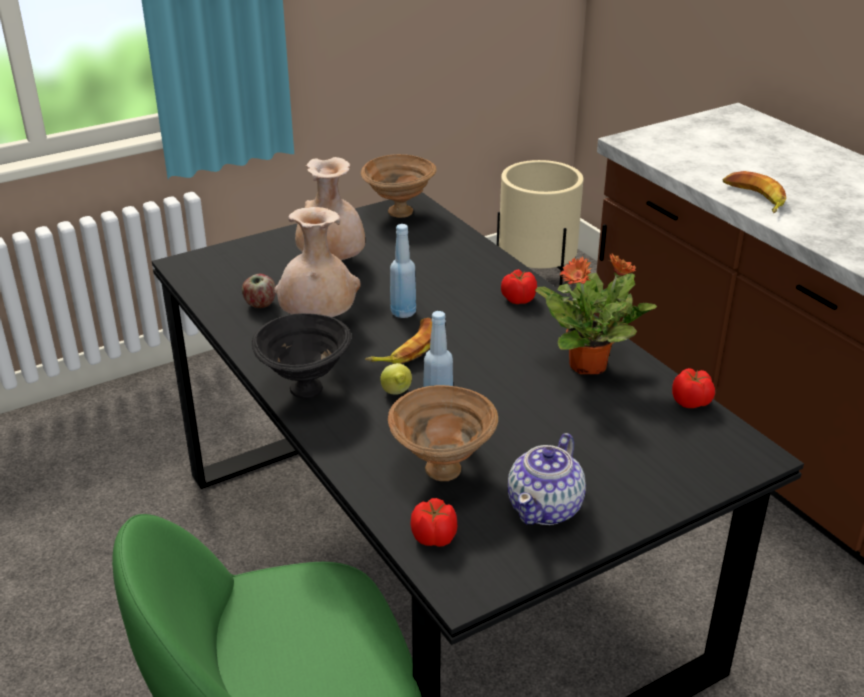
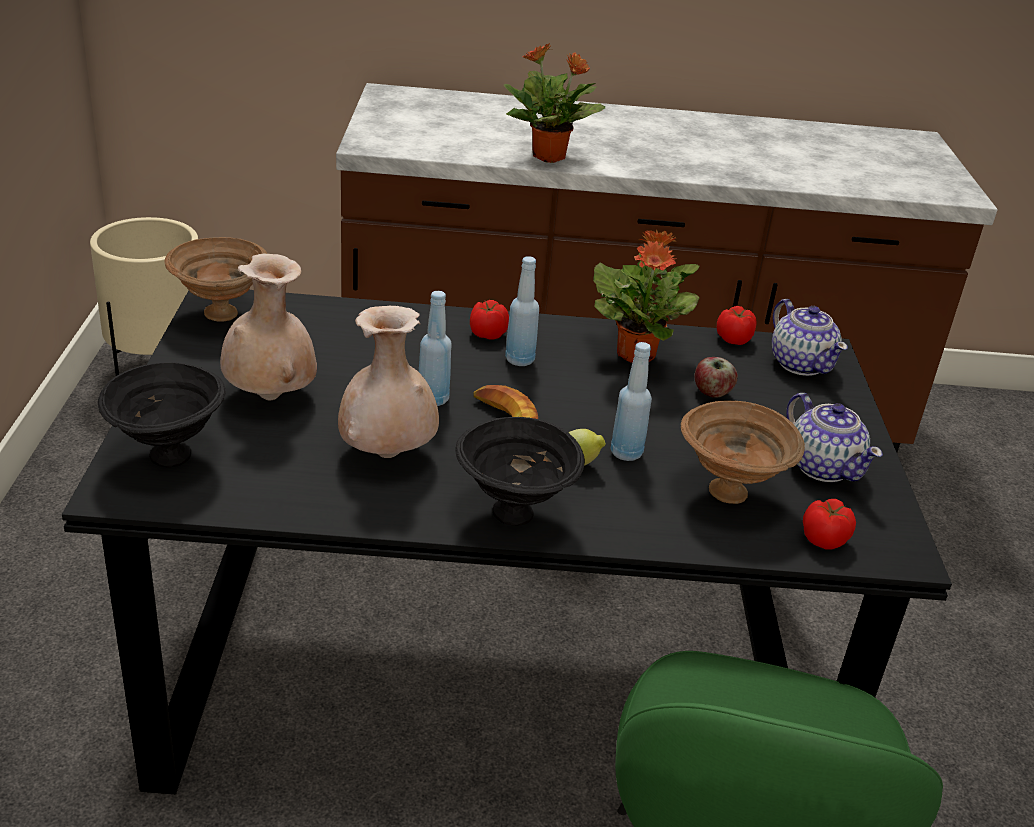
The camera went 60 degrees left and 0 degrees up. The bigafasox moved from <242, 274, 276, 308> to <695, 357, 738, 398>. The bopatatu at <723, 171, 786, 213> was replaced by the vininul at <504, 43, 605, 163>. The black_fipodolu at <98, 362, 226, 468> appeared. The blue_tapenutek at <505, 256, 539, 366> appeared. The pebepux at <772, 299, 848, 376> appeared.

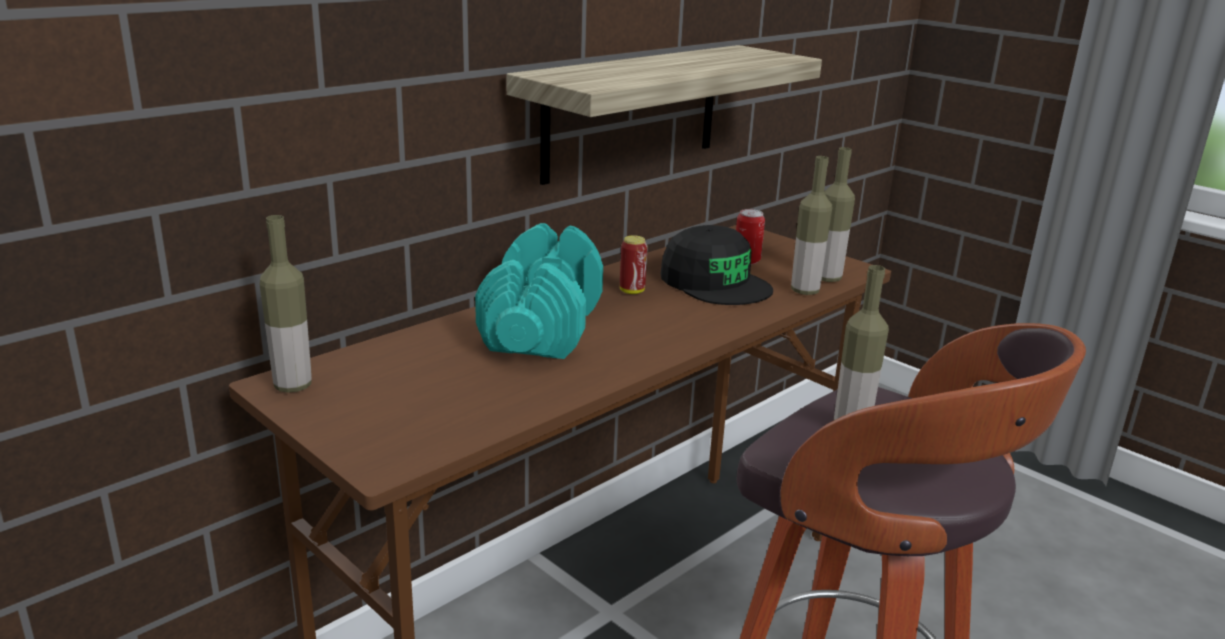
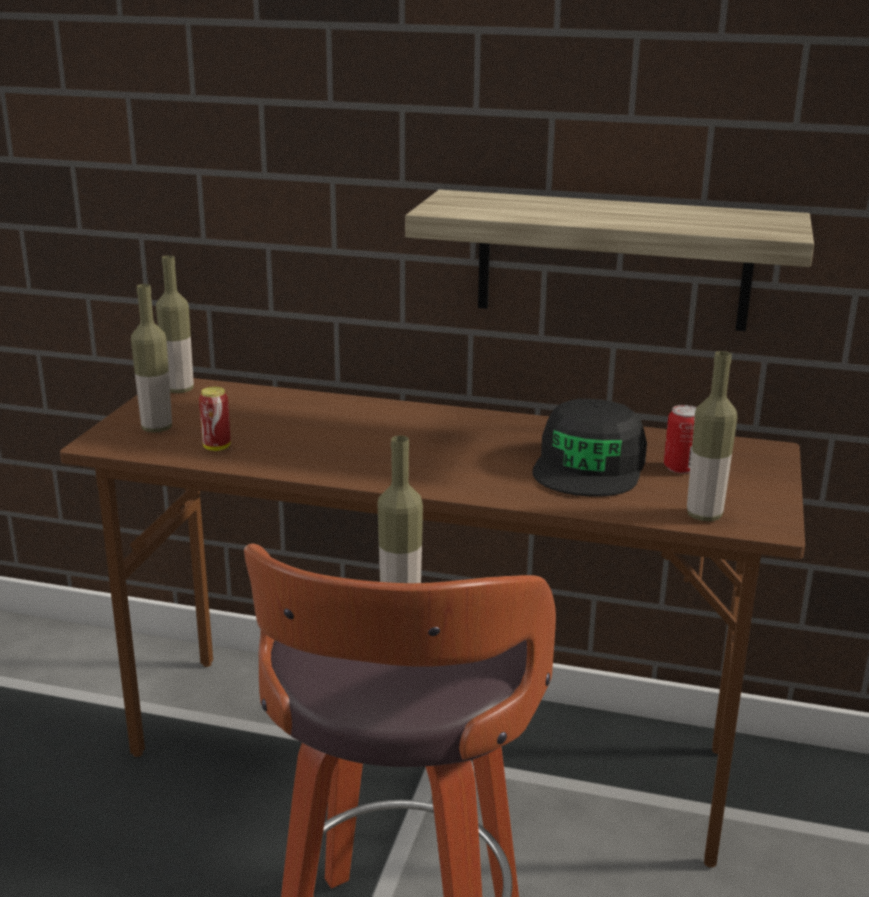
The camera went 60 degrees right and 0 degrees up. The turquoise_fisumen at <475, 223, 603, 359> disappeared. The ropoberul moved from <620, 235, 648, 294> to <199, 387, 231, 451>. The tapenutek moved from <791, 156, 832, 295> to <131, 284, 172, 433>.

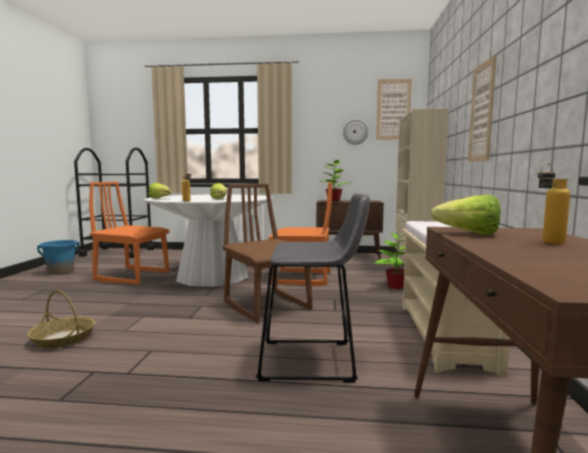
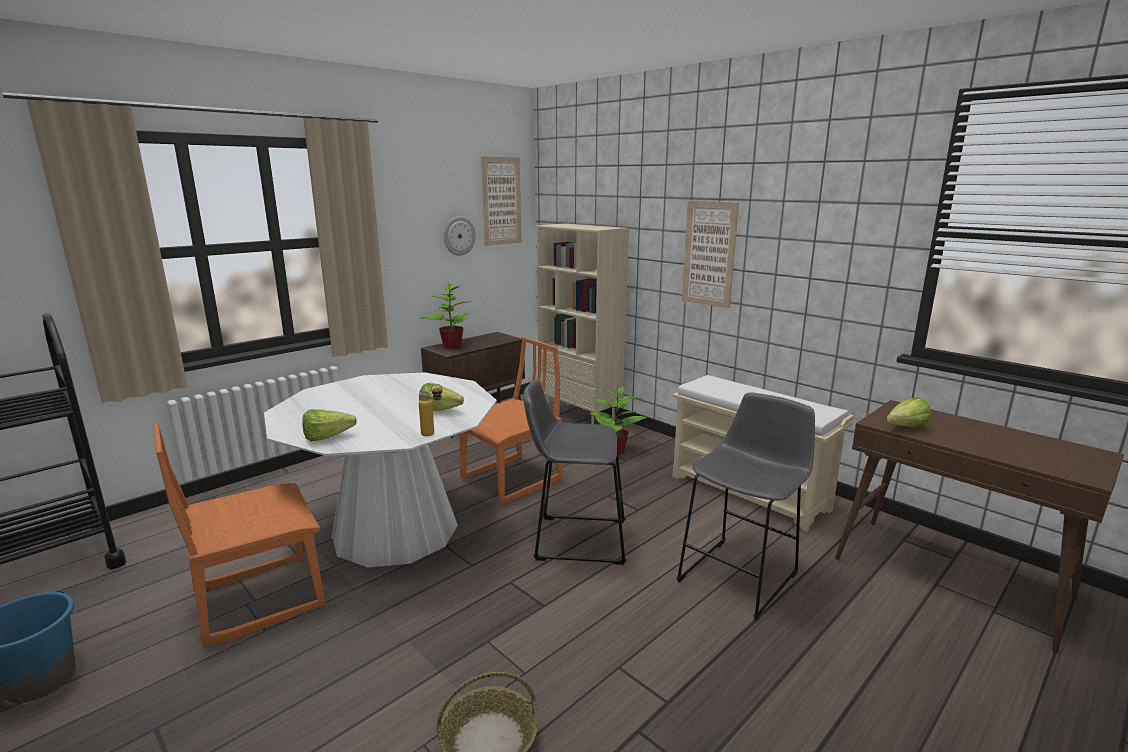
The camera went 50 degrees left and 10 degrees up. The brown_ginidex at <223, 184, 312, 323> was replaced by the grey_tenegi at <523, 379, 627, 565>. The tapenutek at <538, 163, 570, 244> disappeared.

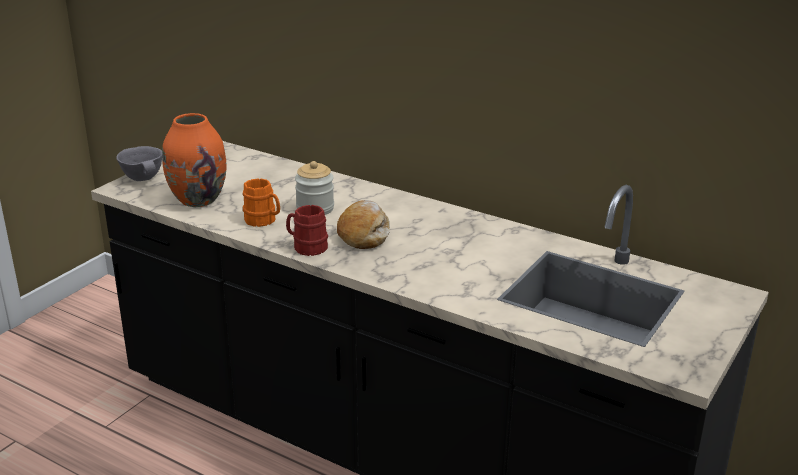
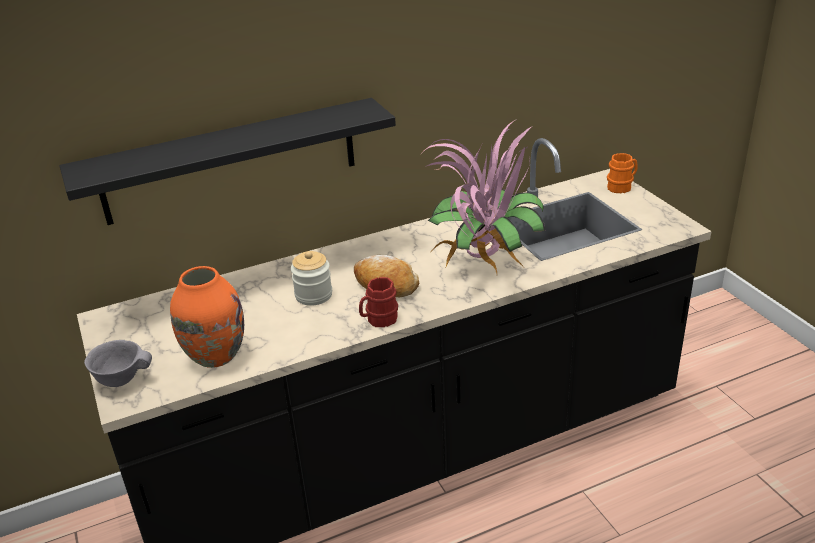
The camera went 55 degrees left and 5 degrees up. The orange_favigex moved from <243, 178, 280, 227> to <607, 153, 638, 193>. The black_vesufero at <59, 98, 396, 225> appeared. The vininul at <424, 120, 546, 274> appeared.

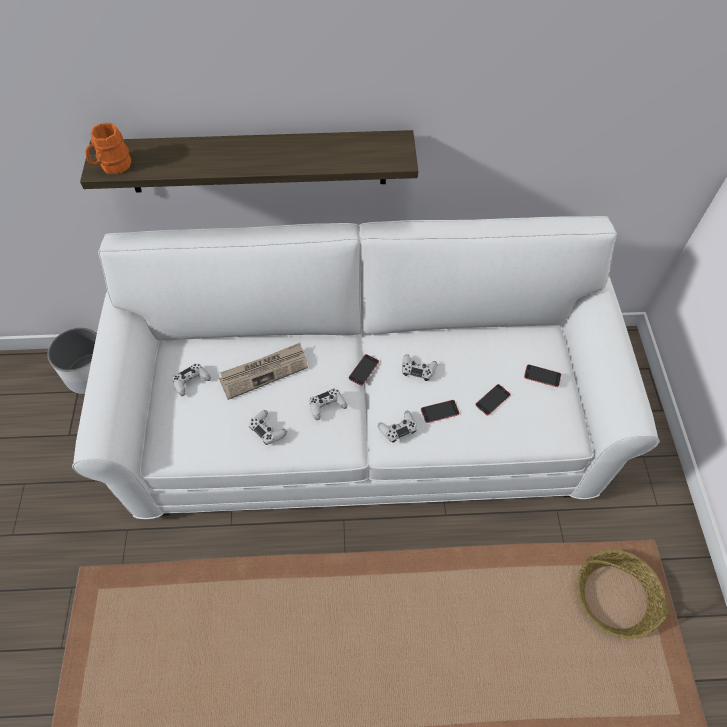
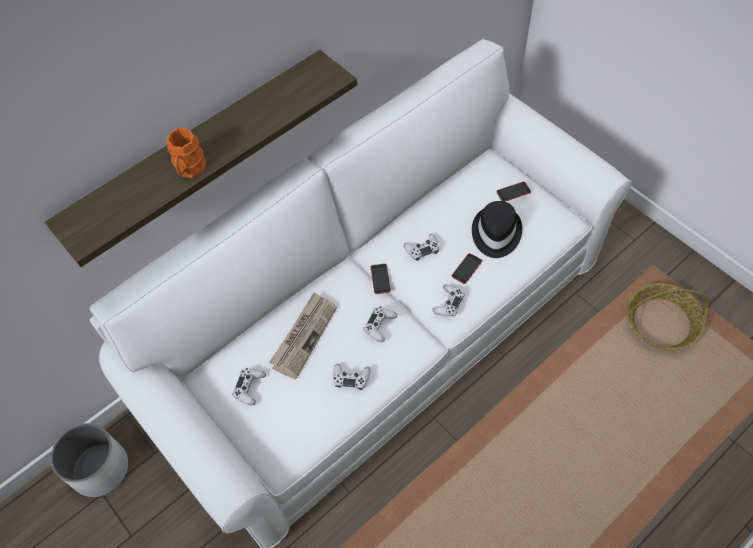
The camera went 35 degrees left and 0 degrees up. The orange_favigex moved from <85, 123, 131, 174> to <167, 128, 206, 178>. The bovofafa at <475, 384, 511, 415> was replaced by the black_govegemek at <472, 201, 522, 258>.

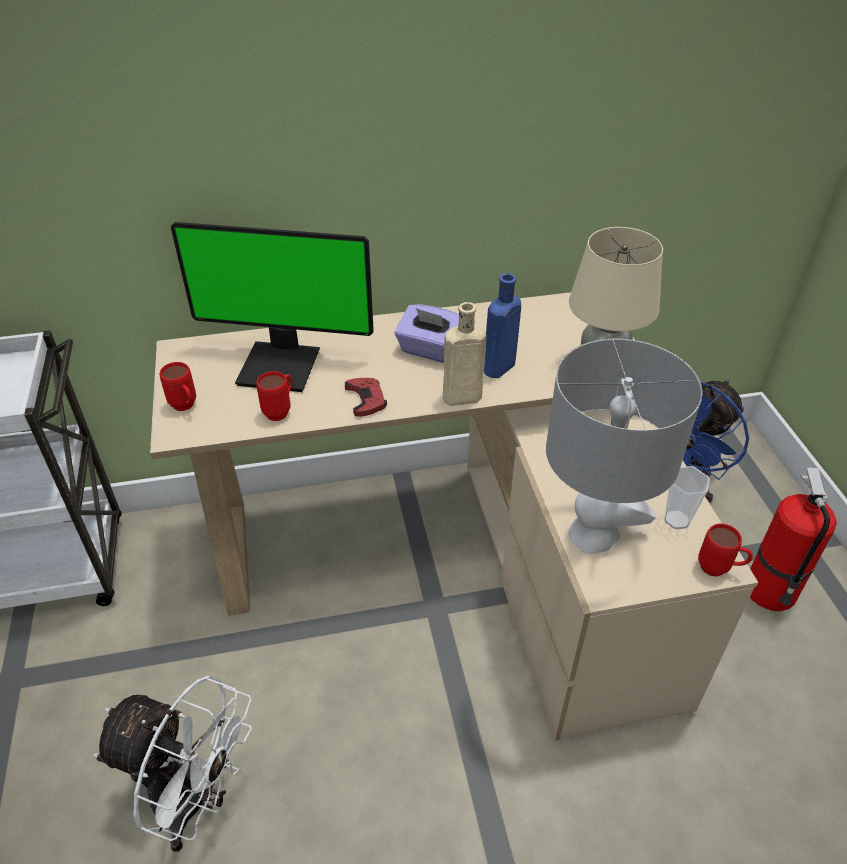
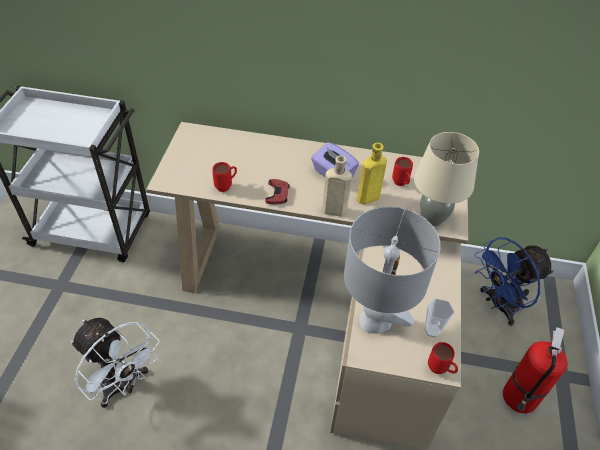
The camera went 20 degrees right and 5 degrees up. The red_favigex moved from <160, 362, 196, 411> to <392, 157, 413, 186>. The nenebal at <171, 222, 374, 392> disappeared. The blue_tapenutek at <484, 273, 521, 378> became the yellow_tapenutek at <357, 143, 387, 205>.

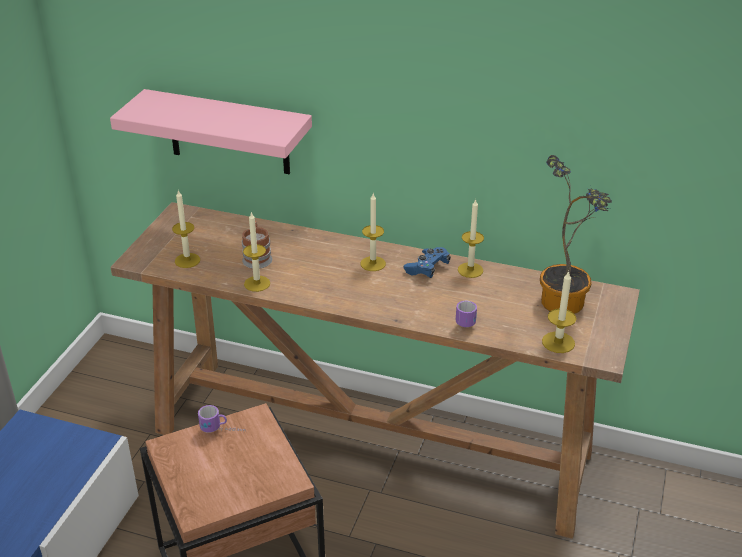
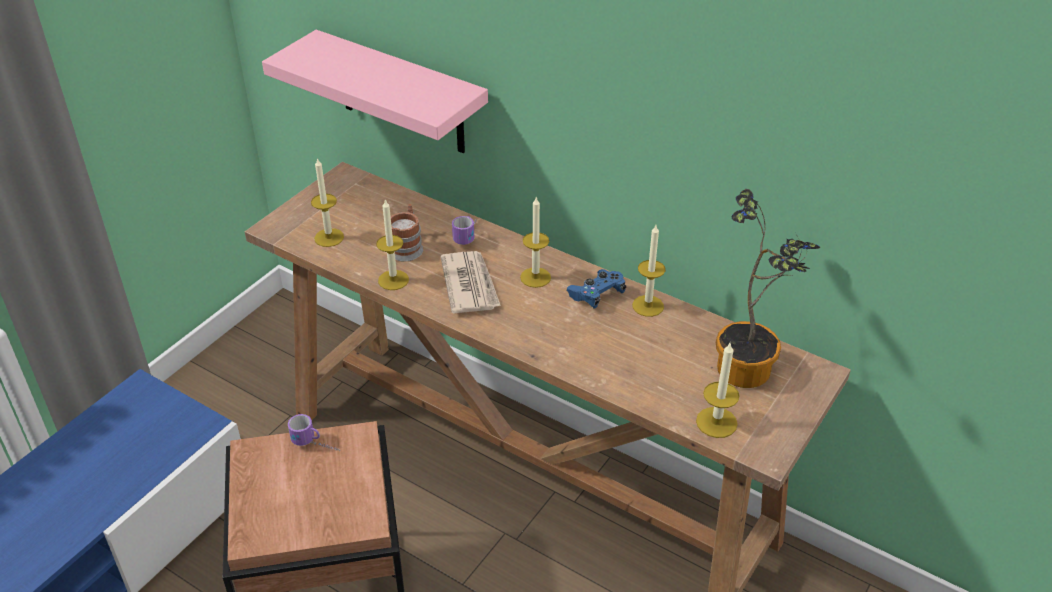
The camera went 15 degrees right and 5 degrees up. The favigex moved from <456, 300, 477, 327> to <452, 216, 476, 245>. The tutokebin at <441, 251, 501, 314> appeared.

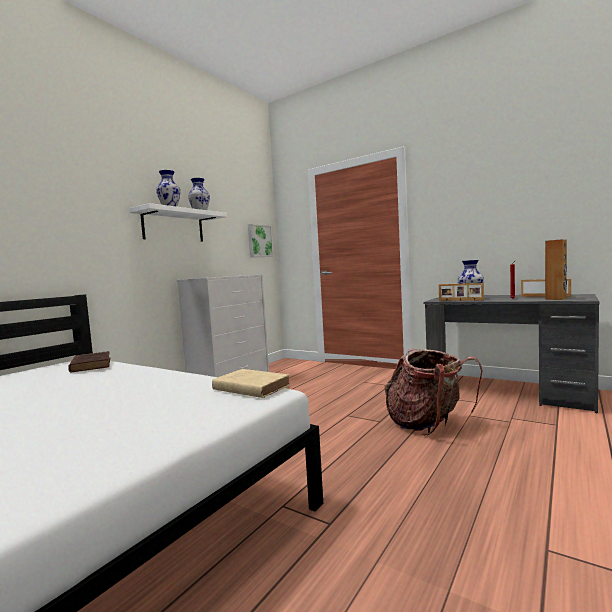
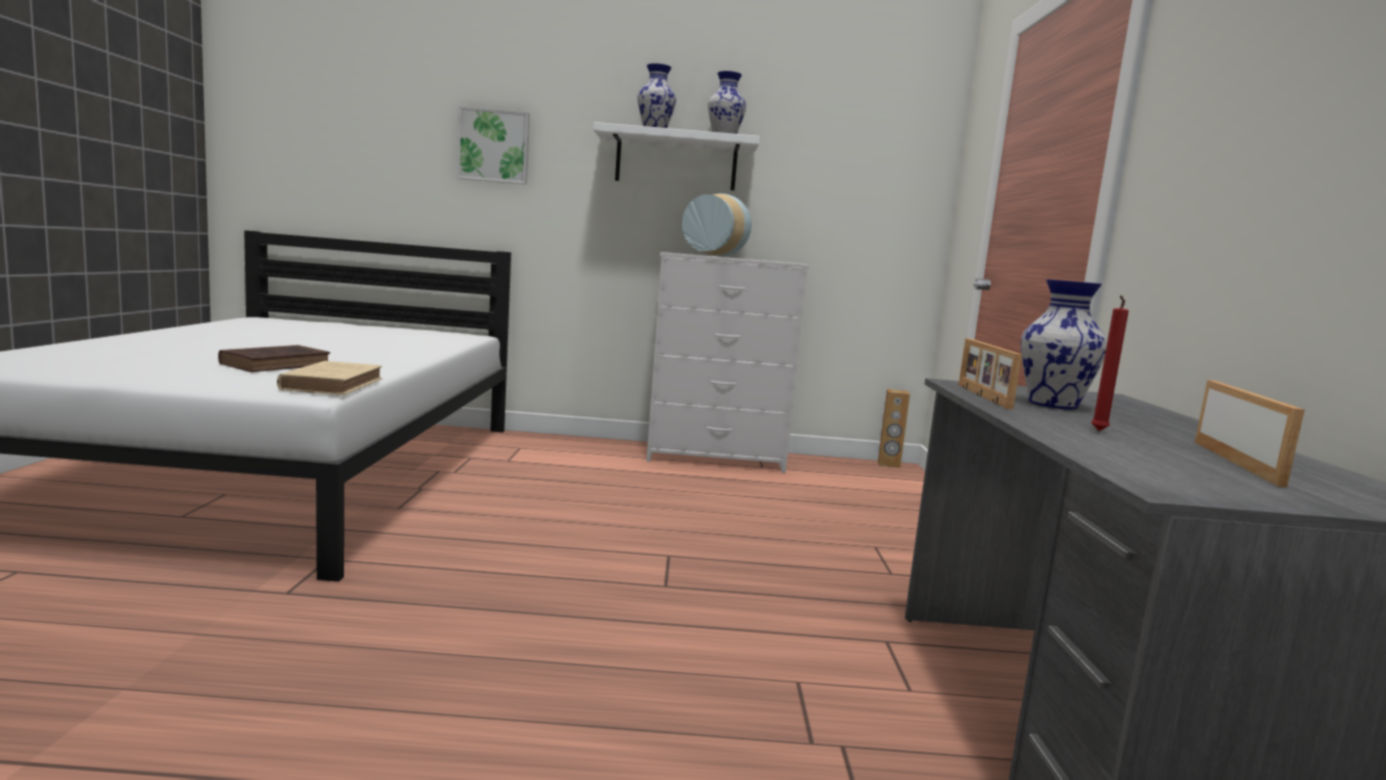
The camera went 55 degrees right and 5 degrees up. The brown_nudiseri moved from <68, 351, 110, 373> to <218, 345, 330, 372>. The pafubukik moved from <248, 224, 274, 257> to <457, 106, 530, 185>. The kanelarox at <385, 349, 482, 436> disappeared. The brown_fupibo moved from <545, 239, 567, 300> to <878, 389, 910, 468>. The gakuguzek at <682, 194, 751, 257> appeared.

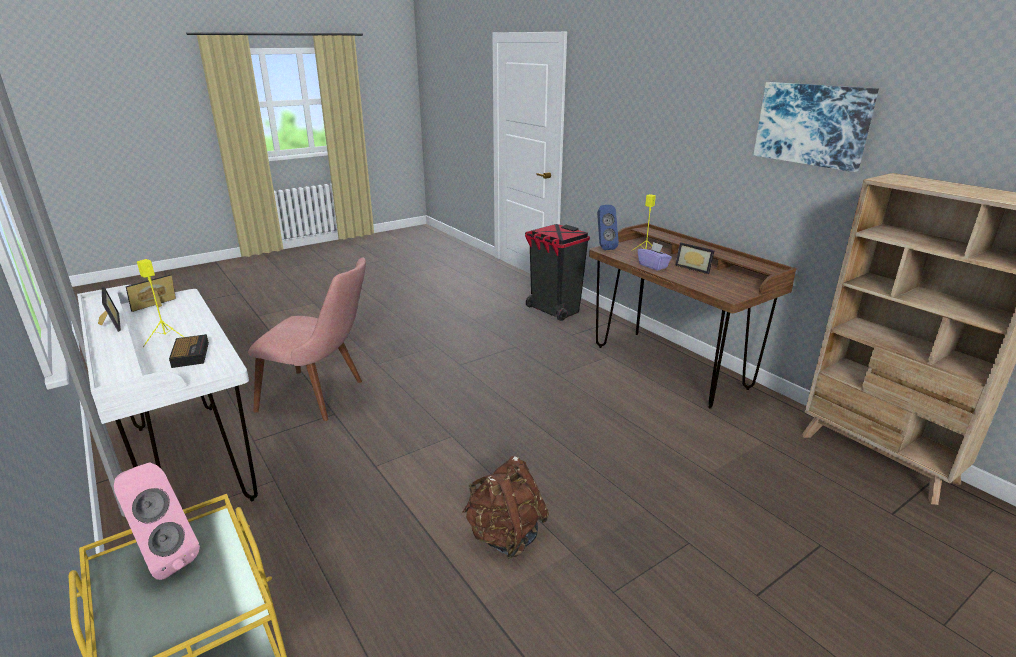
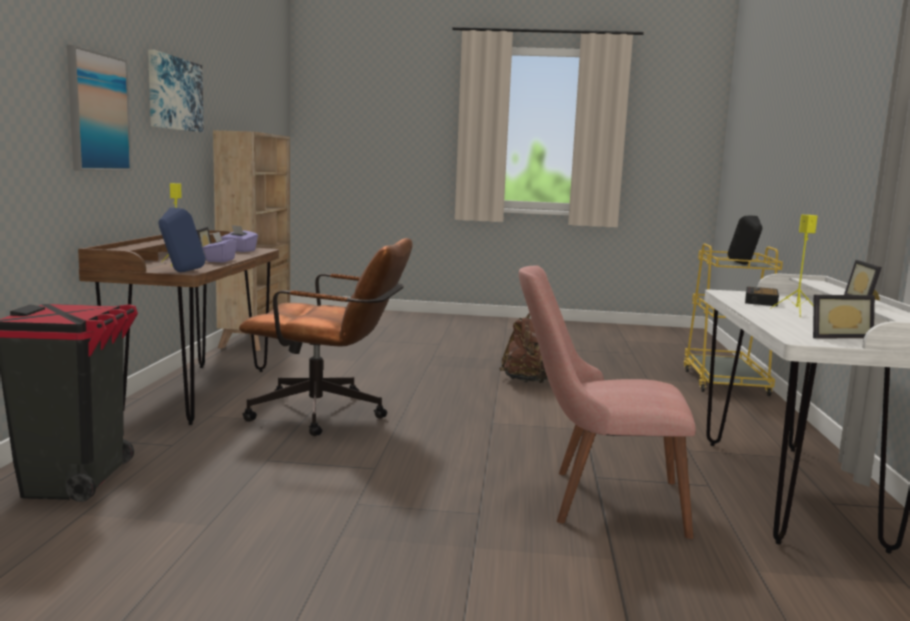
The camera went 140 degrees left and 15 degrees down. The pink_fupibo at <114, 462, 200, 580> became the black_fupibo at <728, 216, 762, 265>. The pink_ginidex at <248, 258, 366, 421> turned 45 degrees counterclockwise. The pafubukik at <67, 45, 132, 171> appeared. The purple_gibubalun at <221, 225, 258, 252> appeared. The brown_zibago at <239, 238, 413, 436> appeared.

